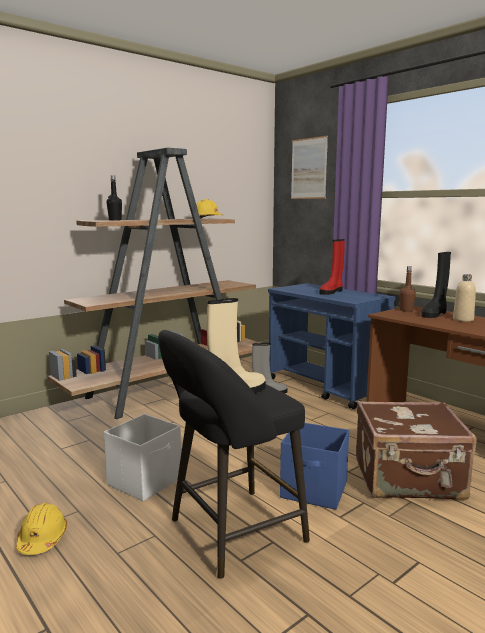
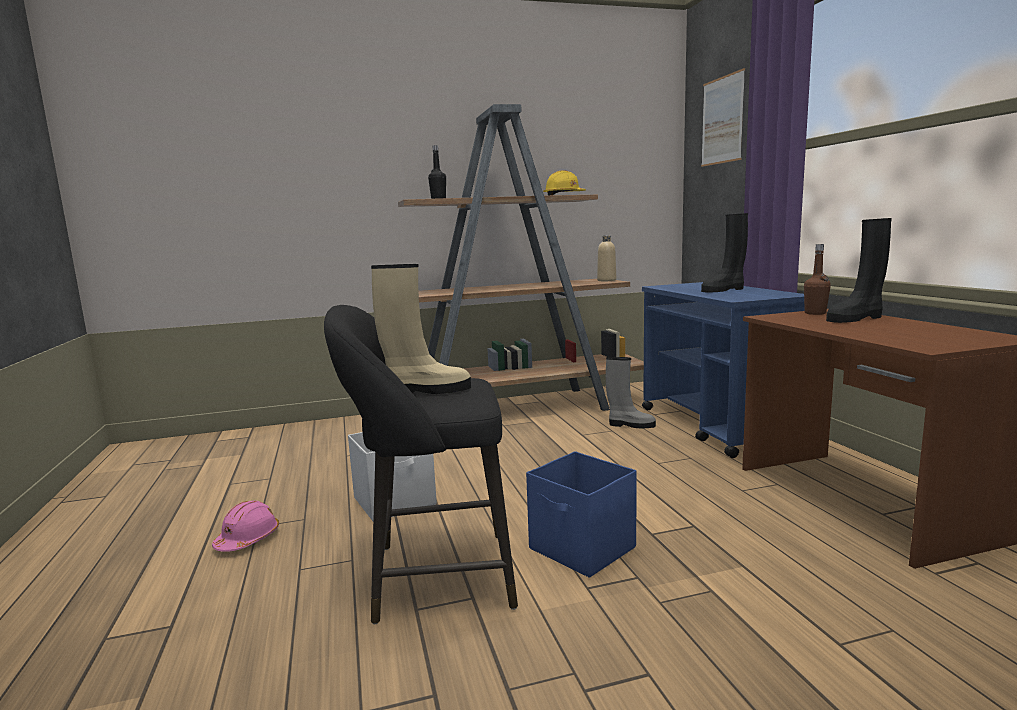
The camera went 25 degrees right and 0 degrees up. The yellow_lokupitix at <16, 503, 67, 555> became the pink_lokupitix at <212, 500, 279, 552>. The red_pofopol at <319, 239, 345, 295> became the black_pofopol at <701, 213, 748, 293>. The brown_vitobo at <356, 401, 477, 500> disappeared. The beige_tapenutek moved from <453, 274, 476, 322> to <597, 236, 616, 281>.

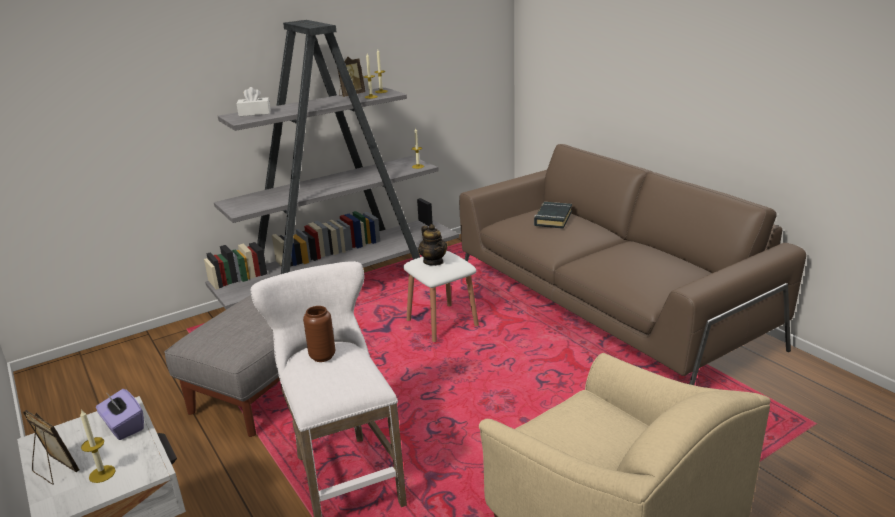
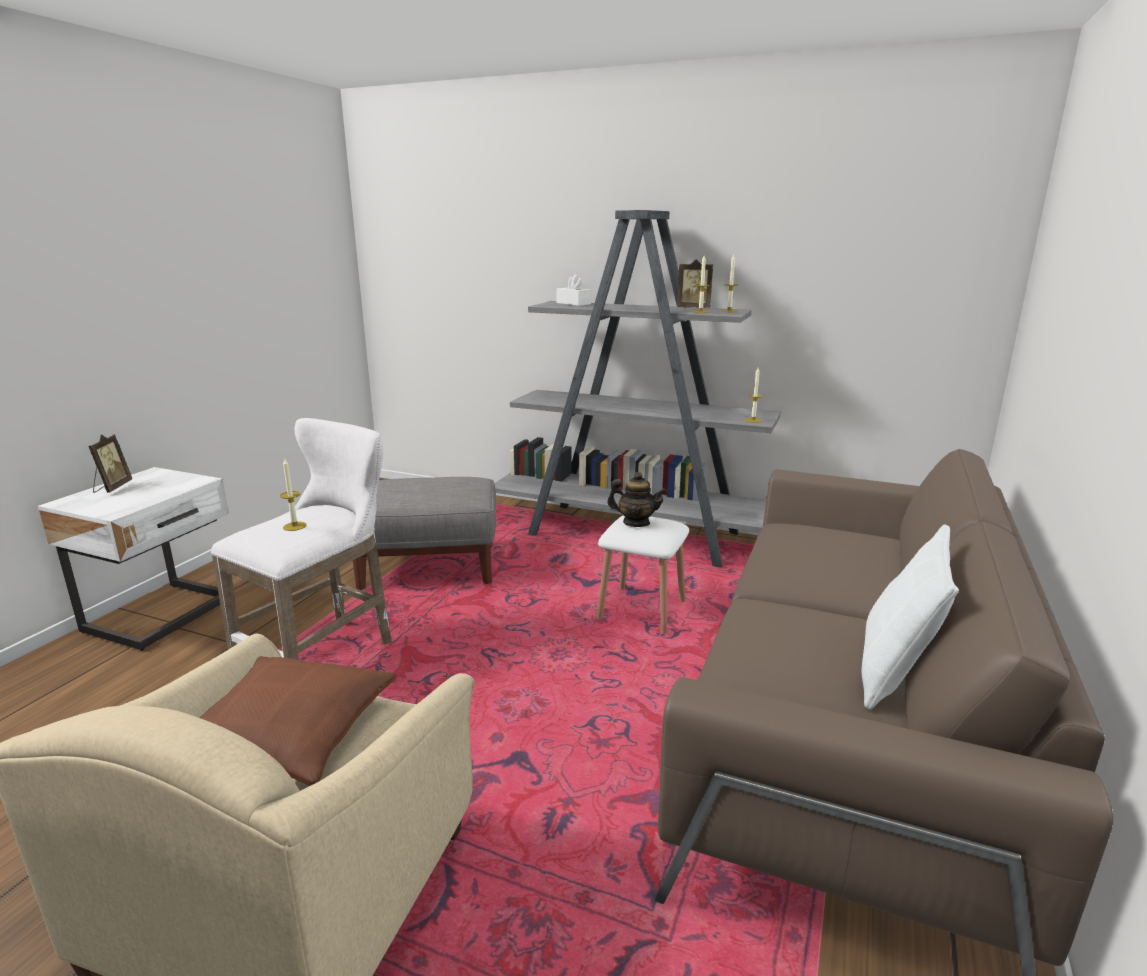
The camera went 55 degrees right and 5 degrees down. The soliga moved from <80, 409, 116, 483> to <280, 459, 307, 531>. The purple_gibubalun at <96, 389, 144, 440> disappeared. The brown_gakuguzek at <303, 306, 335, 362> disappeared. The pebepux at <418, 224, 447, 266> turned 105 degrees counterclockwise. The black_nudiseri at <534, 202, 572, 229> disappeared. The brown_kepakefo at <200, 656, 395, 786> appeared. The white_kepakefo at <862, 524, 959, 709> appeared.

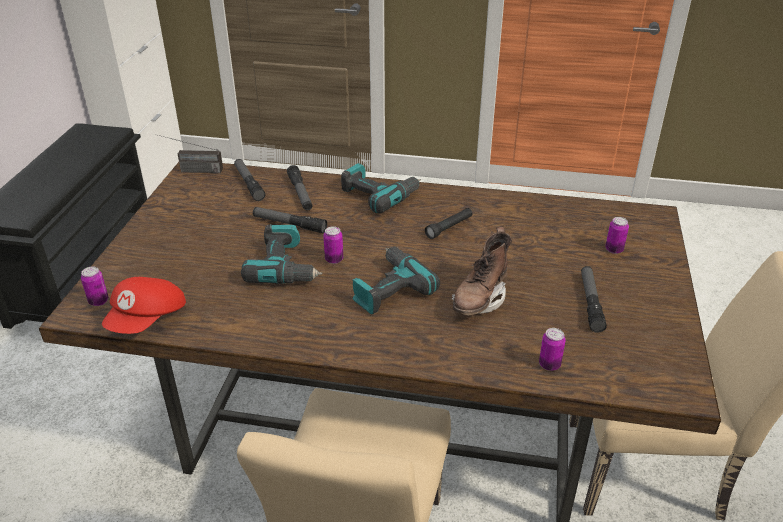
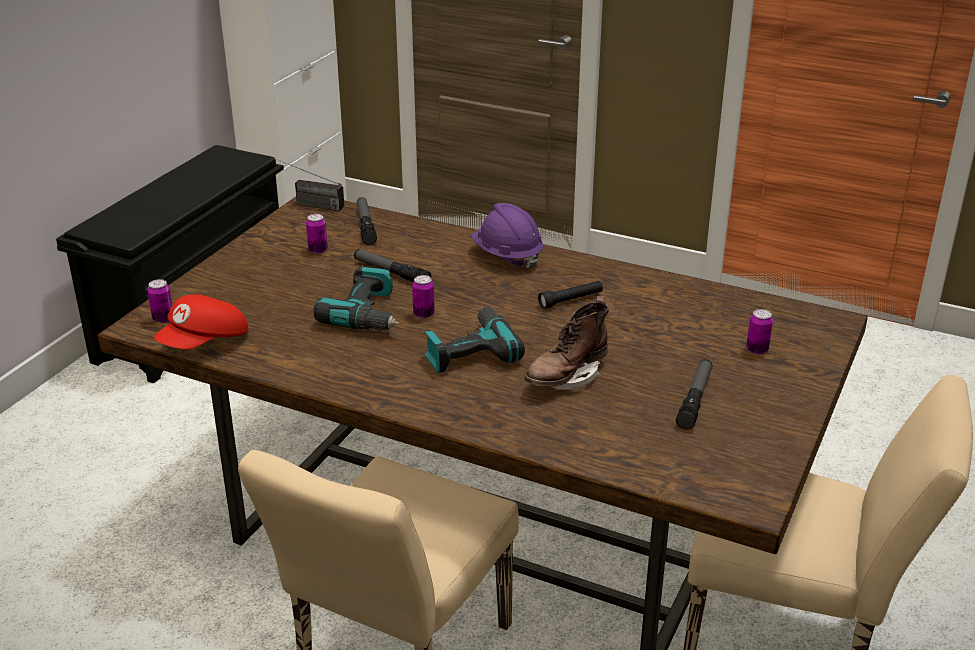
The camera went 15 degrees right and 5 degrees down. The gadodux at <287, 165, 313, 211> disappeared. The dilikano at <341, 163, 421, 213> was replaced by the purple_lokupitix at <471, 203, 543, 270>. The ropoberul moved from <539, 328, 566, 371> to <306, 214, 328, 254>.

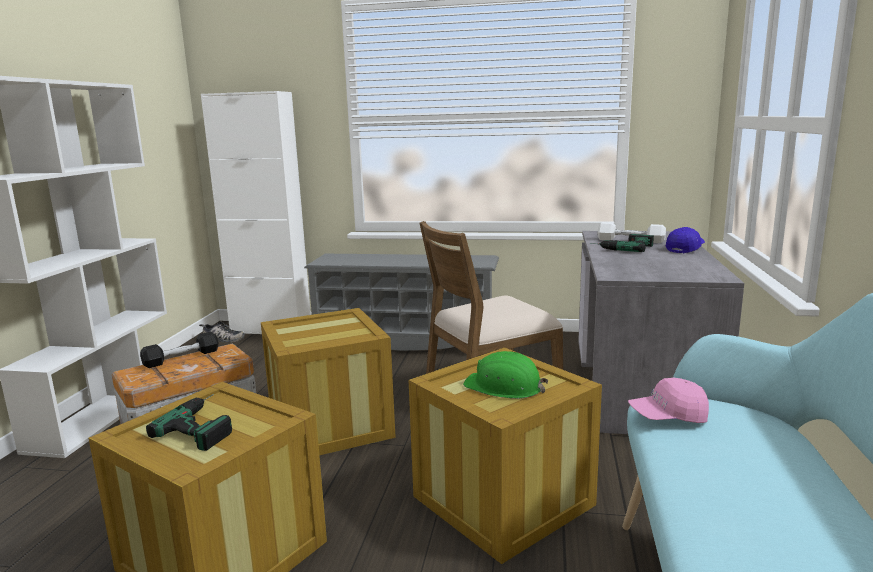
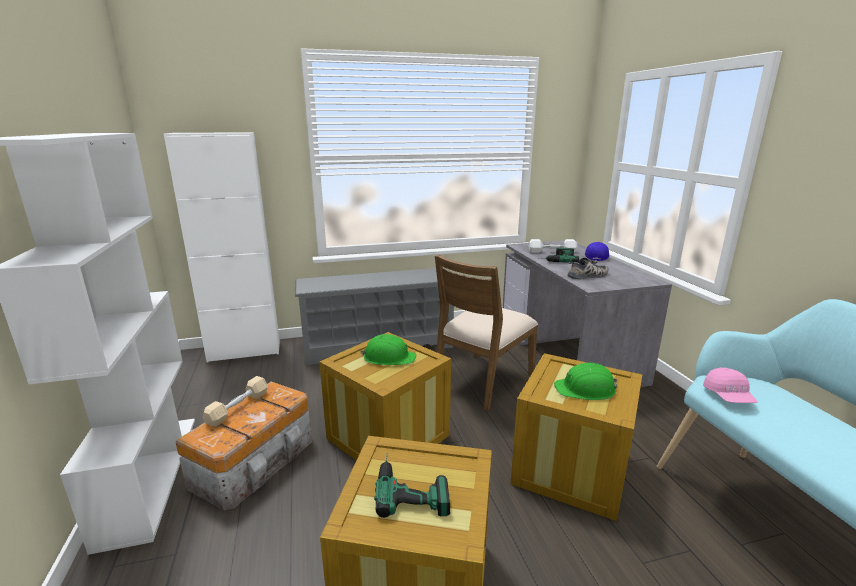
The camera went 25 degrees left and 5 degrees up. The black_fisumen at <140, 332, 218, 368> became the beige_fisumen at <203, 376, 268, 426>. The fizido moved from <199, 322, 245, 342> to <568, 257, 608, 279>. The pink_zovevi at <628, 378, 709, 423> turned 60 degrees counterclockwise. The green_lokupitix at <360, 334, 416, 365> appeared.

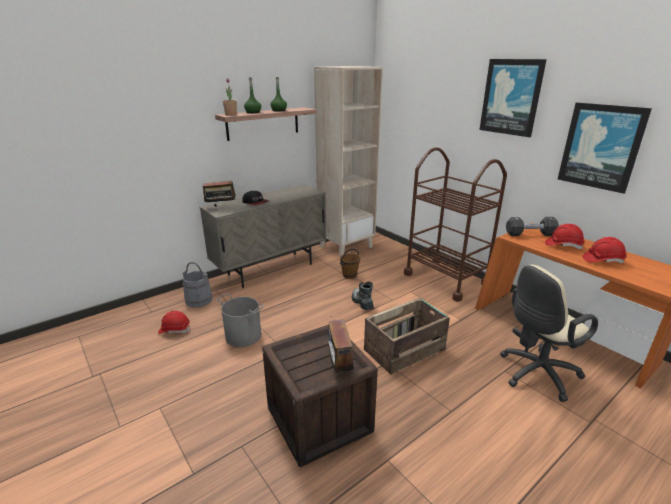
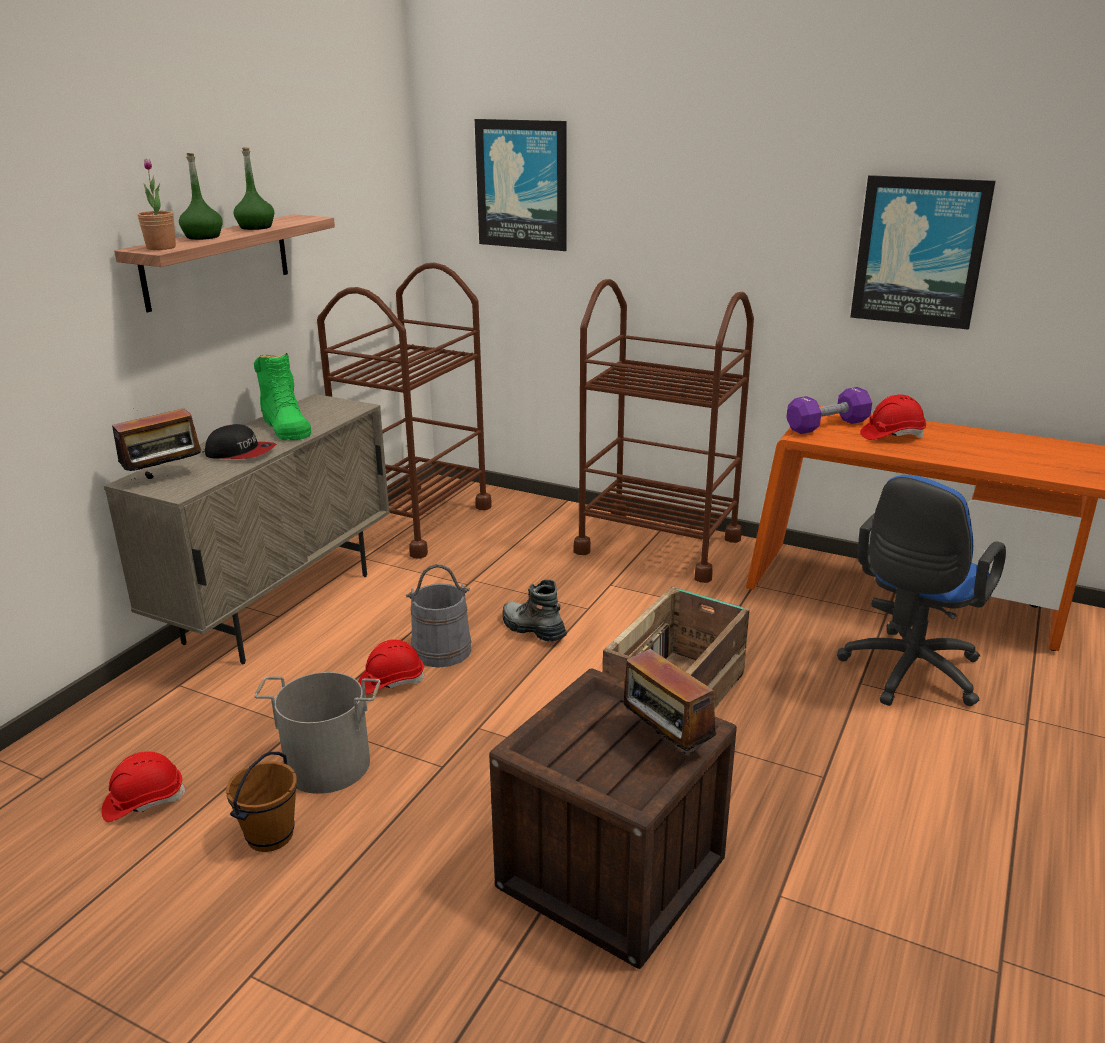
The camera went 25 degrees left and 0 degrees up. The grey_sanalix moved from <182, 262, 212, 308> to <406, 564, 472, 668>. The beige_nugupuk at <314, 66, 383, 258> was replaced by the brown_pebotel at <317, 262, 492, 559>. The brown_sanalix moved from <340, 249, 360, 279> to <226, 752, 297, 852>. The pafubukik moved from <480, 59, 547, 137> to <475, 119, 567, 251>. The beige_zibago at <500, 265, 598, 402> became the blue_zibago at <837, 475, 1006, 706>. The black_fisumen at <506, 217, 559, 236> became the purple_fisumen at <786, 387, 872, 434>. The red_lokupitix moved from <582, 237, 627, 263> to <358, 639, 424, 694>. The green_pofopol at <254, 353, 311, 440> appeared.

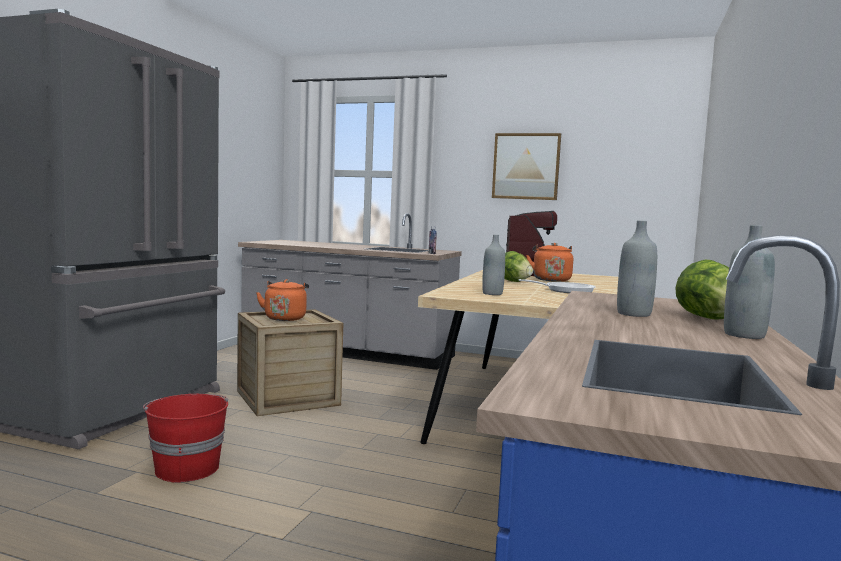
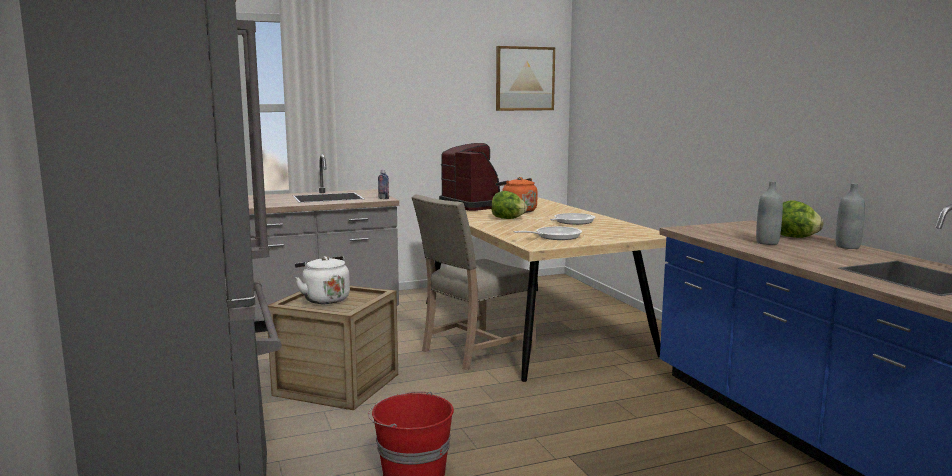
The camera went 40 degrees left and 5 degrees up. The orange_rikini at <256, 279, 309, 321> became the white_rikini at <295, 256, 350, 304>. The grey_tapenutek at <482, 235, 505, 295> was replaced by the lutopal at <513, 227, 582, 240>. The pafubukik moved from <492, 133, 561, 200> to <496, 46, 555, 111>. The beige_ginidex at <412, 194, 538, 370> appeared.

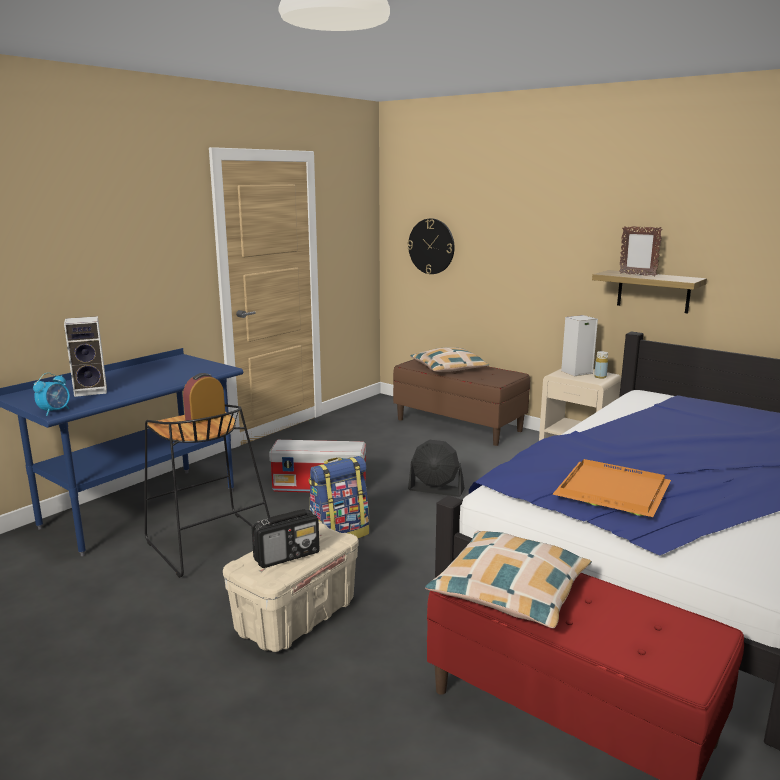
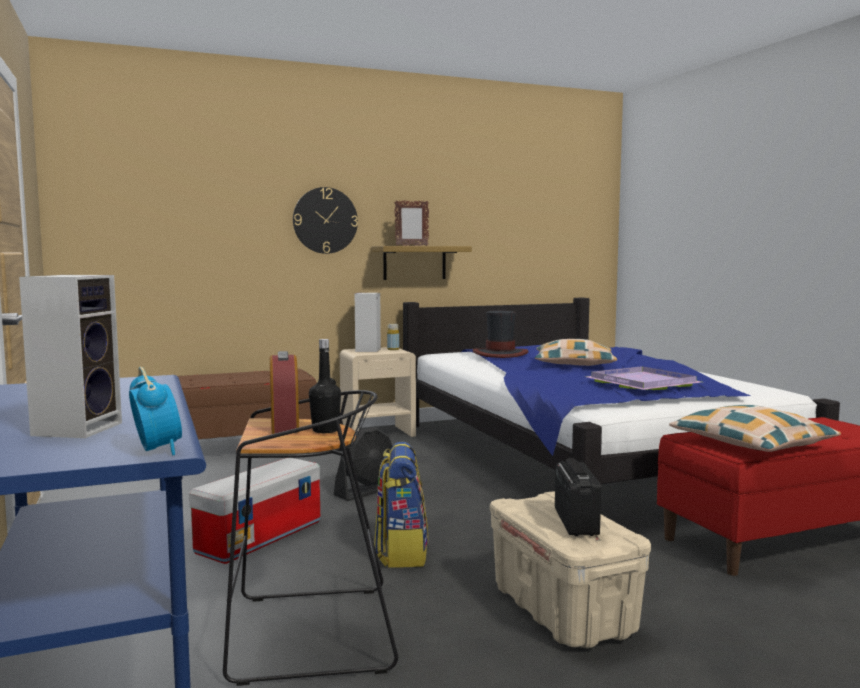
The camera went 60 degrees left and 10 degrees down. The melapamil moved from <408, 218, 454, 274> to <293, 187, 358, 254>. The kepakefo moved from <410, 347, 489, 372> to <535, 339, 617, 366>. The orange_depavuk at <552, 459, 671, 517> became the purple_depavuk at <587, 366, 701, 390>. The black_tapenutek at <309, 339, 341, 433> appeared. The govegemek at <472, 311, 528, 358> appeared.

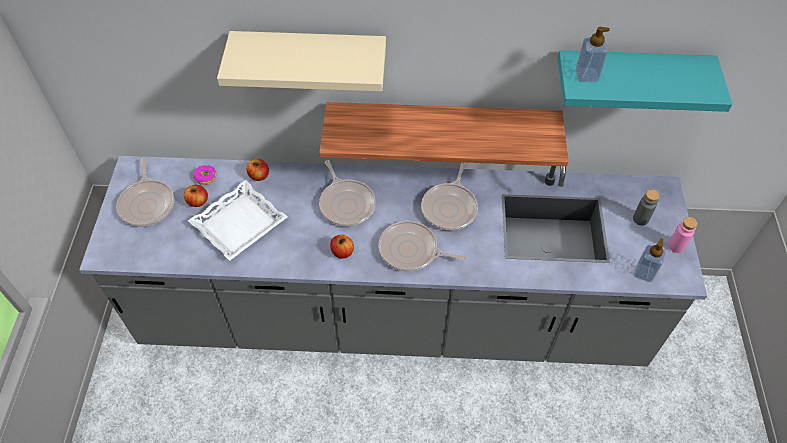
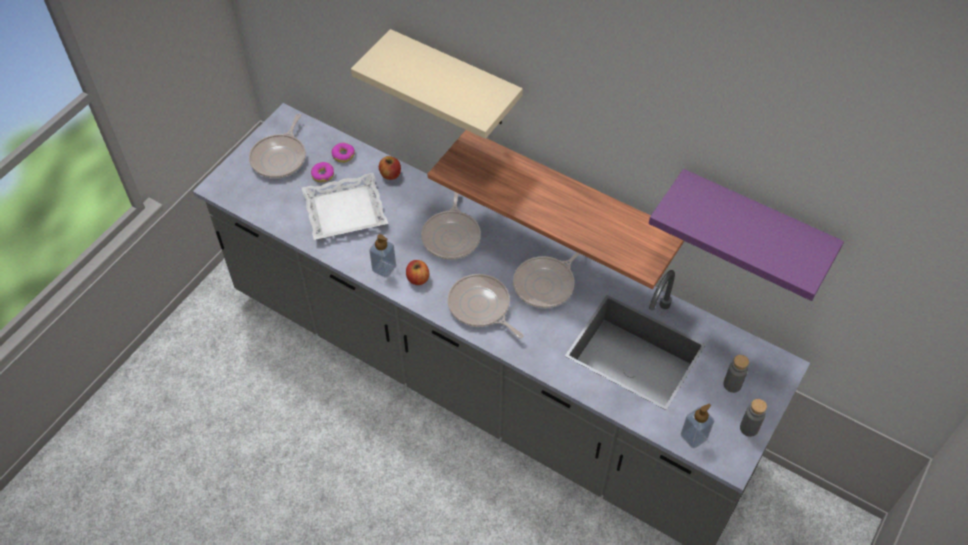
The camera went 30 degrees right and 0 degrees up. The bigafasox at <184, 185, 208, 207> was replaced by the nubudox at <311, 162, 334, 182>. The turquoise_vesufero at <558, 50, 732, 112> became the purple_vesufero at <649, 169, 844, 301>. The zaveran moved from <576, 27, 610, 82> to <369, 234, 396, 278>. The pink_tapenutek at <668, 217, 697, 253> became the grey_tapenutek at <740, 399, 767, 437>.

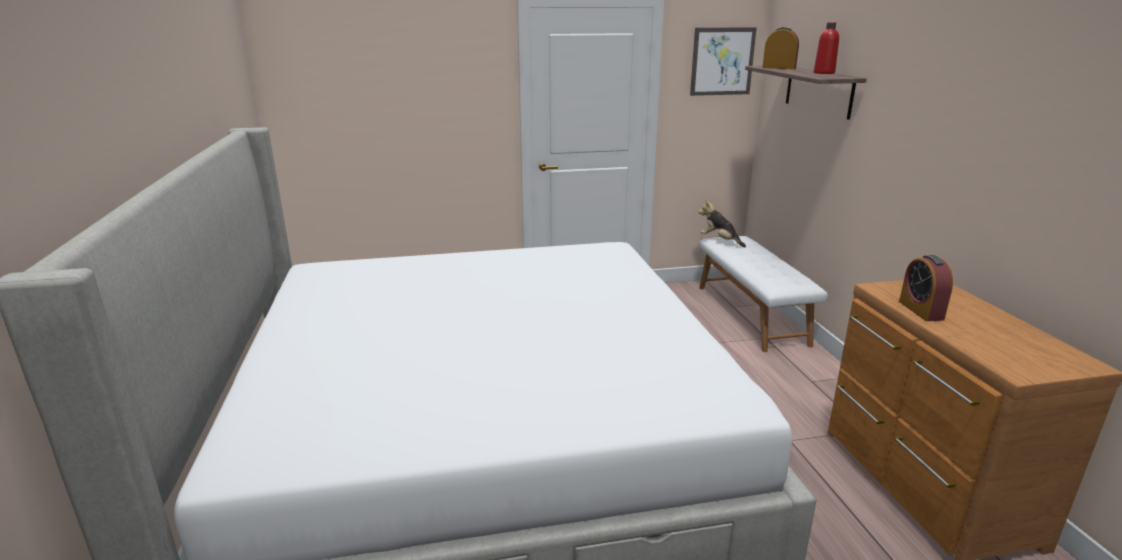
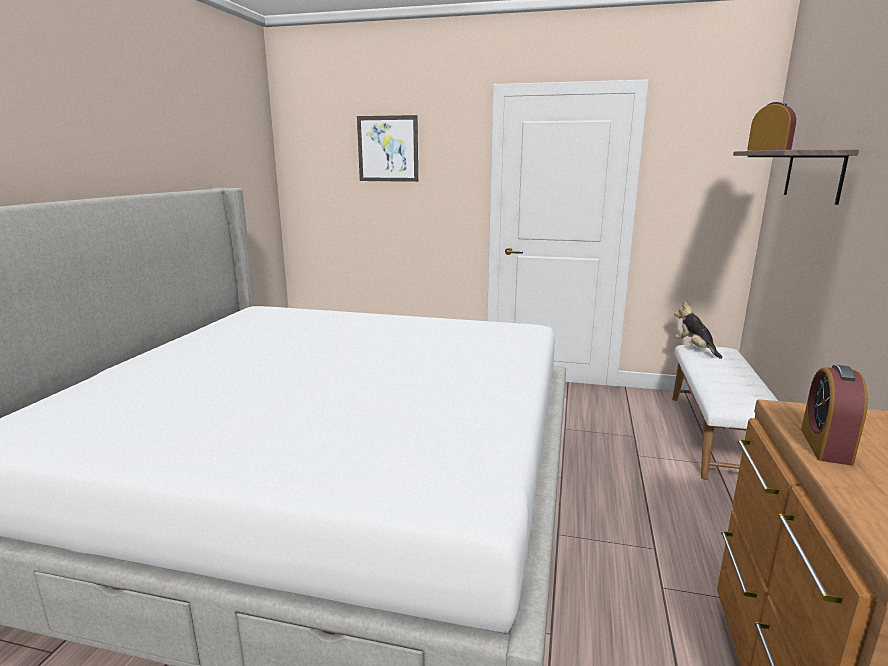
The camera went 25 degrees right and 5 degrees down. The pafubukik moved from <690, 27, 757, 96> to <357, 115, 418, 182>. The red_tapenutek at <814, 22, 839, 74> disappeared.

